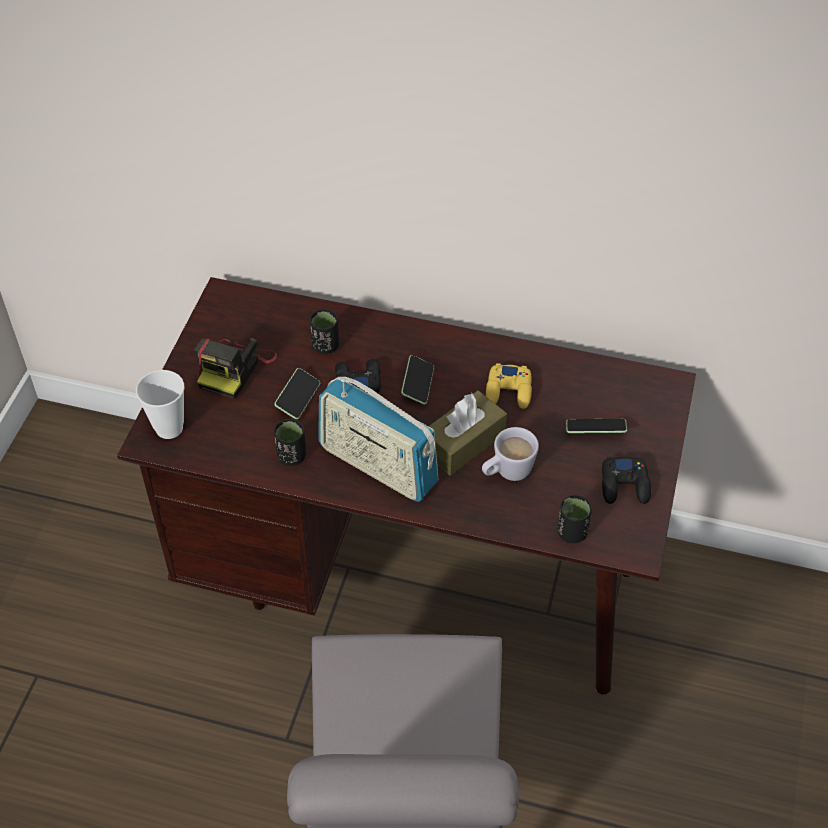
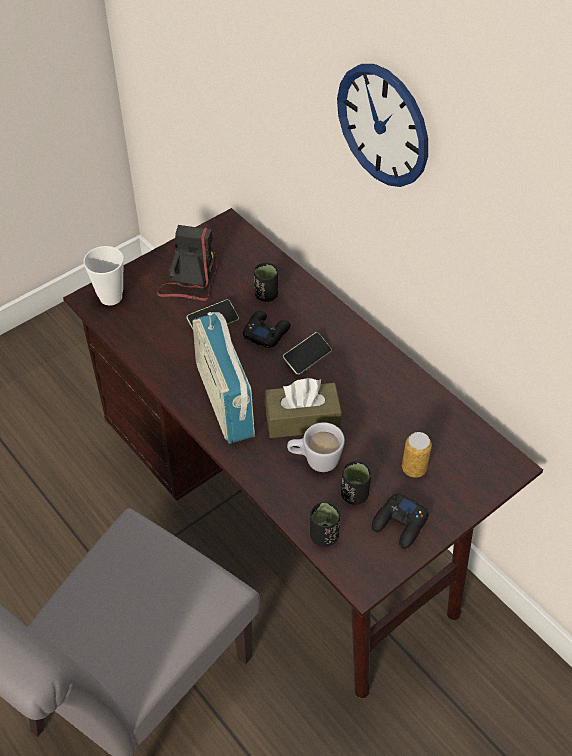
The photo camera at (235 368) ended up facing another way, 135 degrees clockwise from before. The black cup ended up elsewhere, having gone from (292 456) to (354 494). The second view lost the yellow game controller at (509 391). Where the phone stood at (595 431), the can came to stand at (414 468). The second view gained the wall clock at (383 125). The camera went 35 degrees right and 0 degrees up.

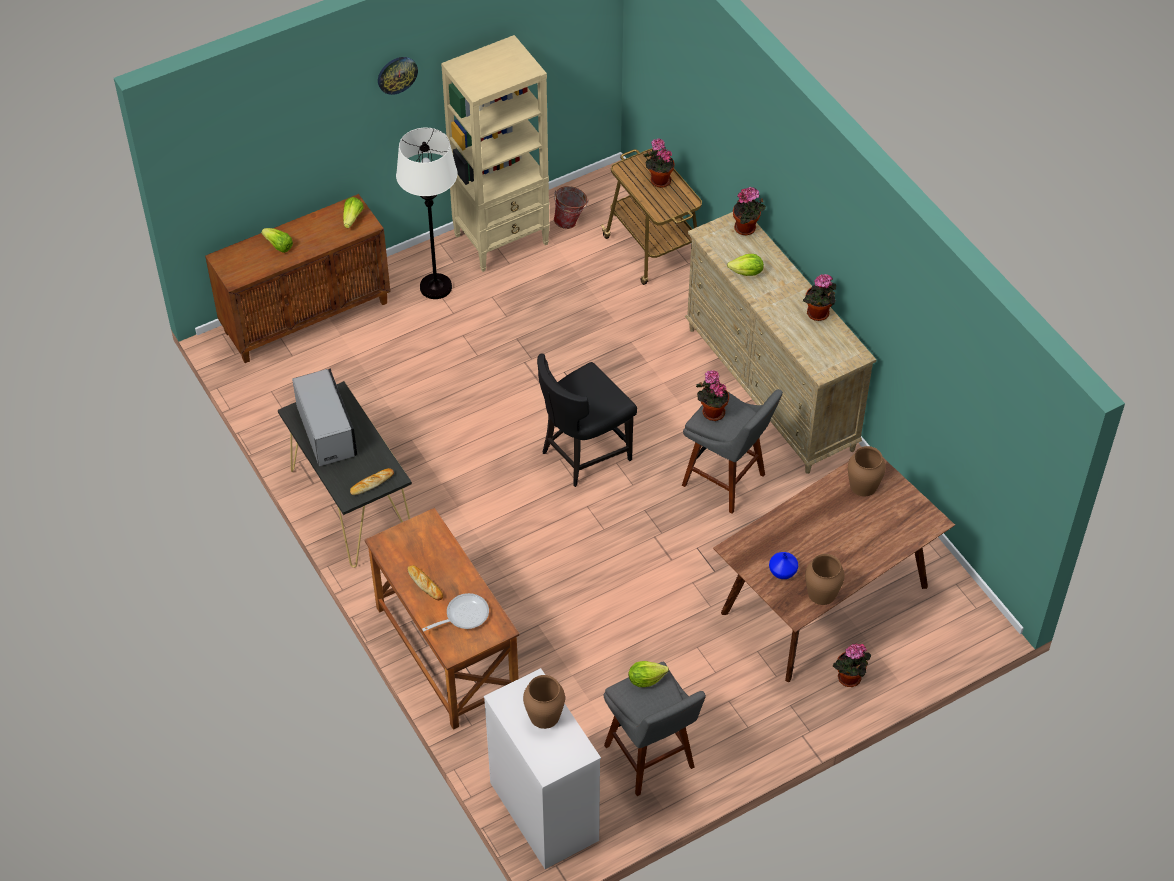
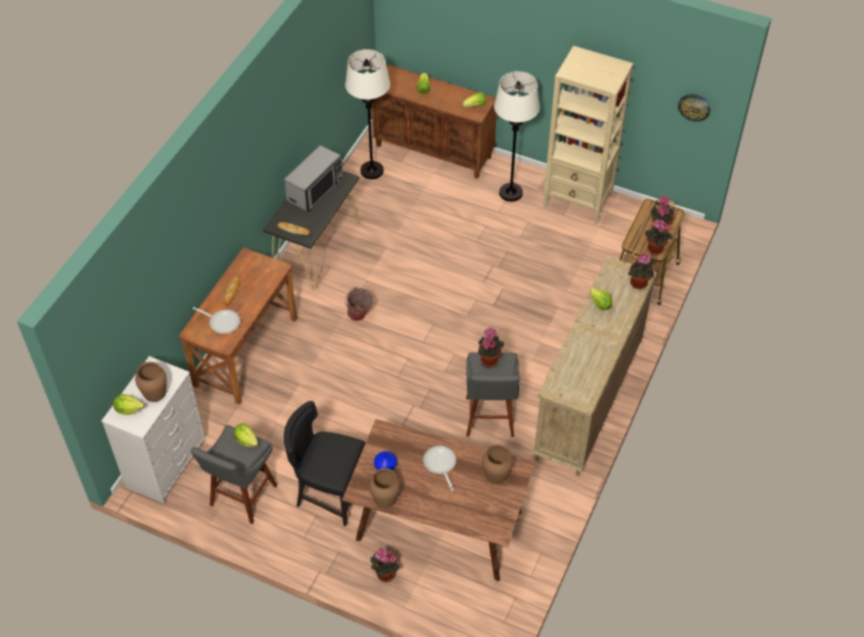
The wall clock ended up elsewhere, having gone from (397 74) to (694 107). The black chair ended up elsewhere, having gone from (583 454) to (329 494). The bucket ended up elsewhere, having gone from (571 222) to (360 317). The potted plant ended up elsewhere, having gone from (818 315) to (654 250). The second view gained the lettuce at (128 409). The second view gained the white floor lamp at (372 170). The second view gained the frying pan at (440 465). The camera went 55 degrees right and 0 degrees up.

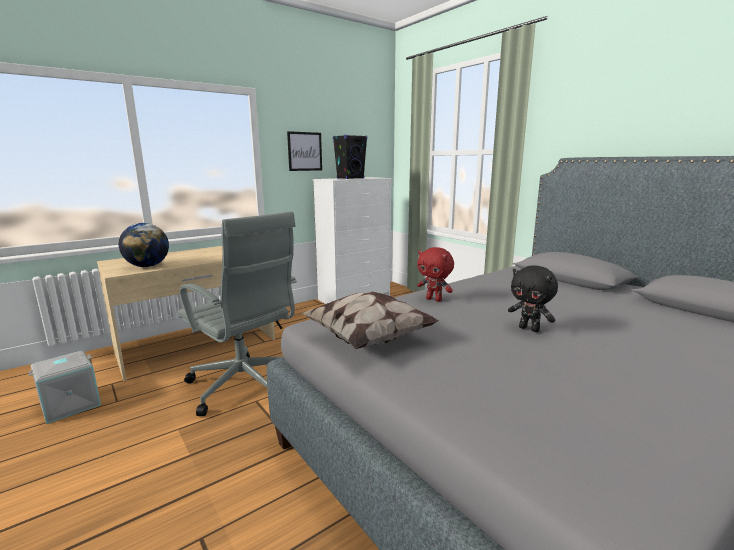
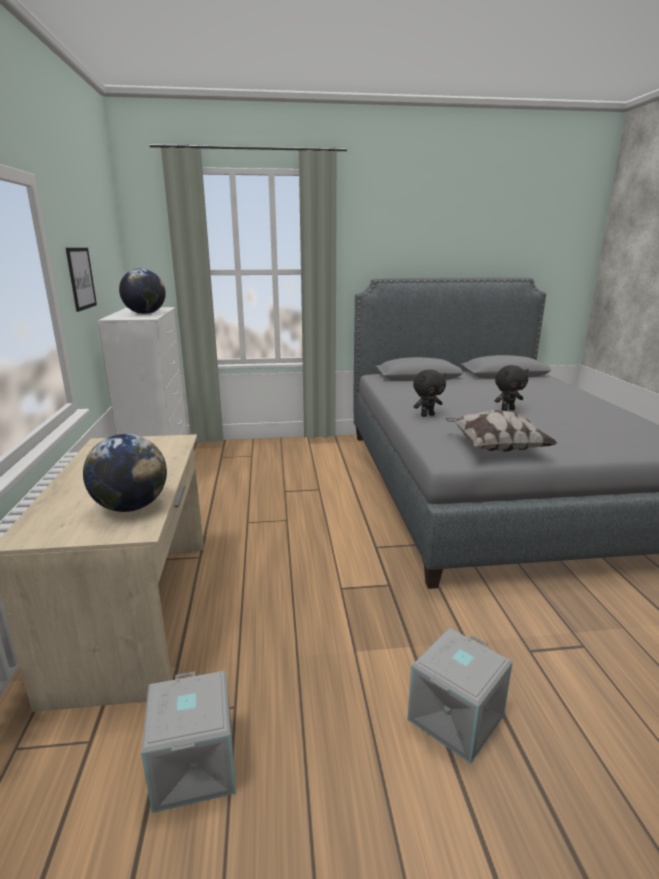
The second view lost the grey office chair at (245 386). Where the black speaker stood at (350 178), the globe came to stand at (145 313). What was the red plush toy at (434 299) turned into the black plush toy at (427 415). The second view gained the grey storage box at (457 718). The camera went 60 degrees left and 5 degrees up.

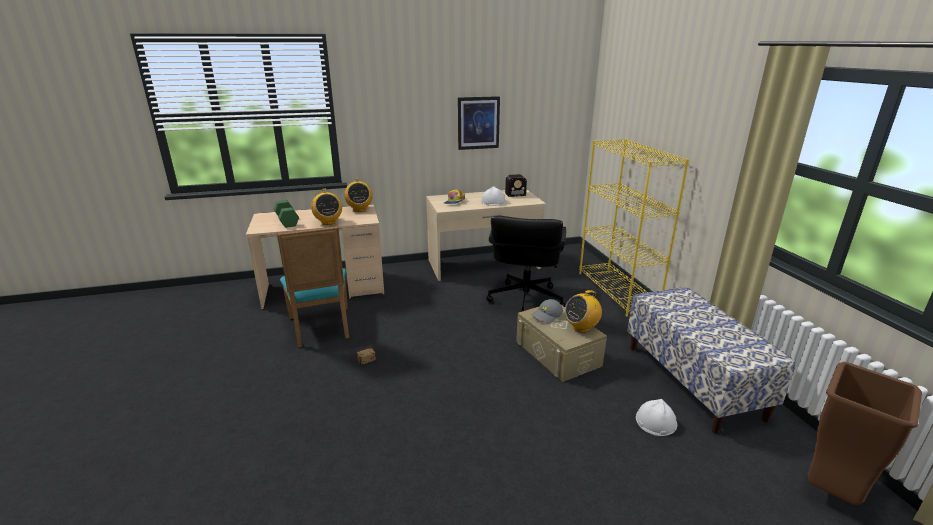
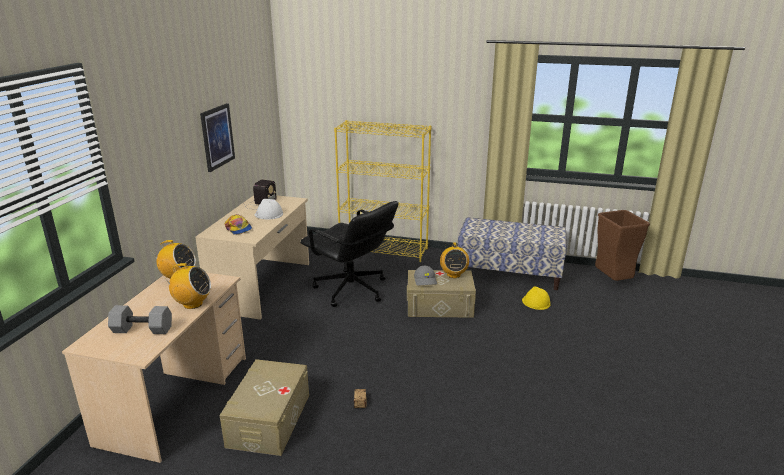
What was the green dumbbell at (286 221) turned into the grey dumbbell at (141 330). Where the turquoise chair stood at (321 329), the beige storage box came to stand at (269 420). What was the white hard hat at (655 421) turned into the yellow hard hat at (536 302). The camera went 60 degrees left and 0 degrees up.

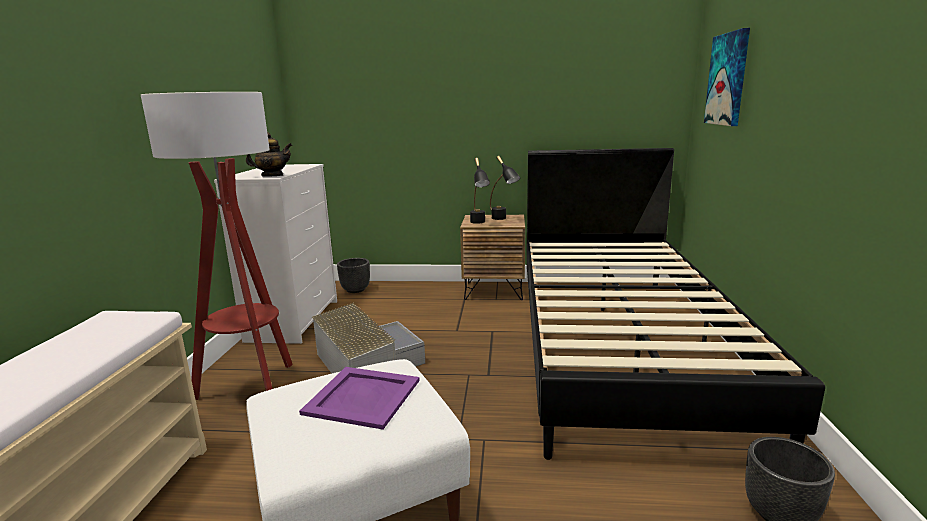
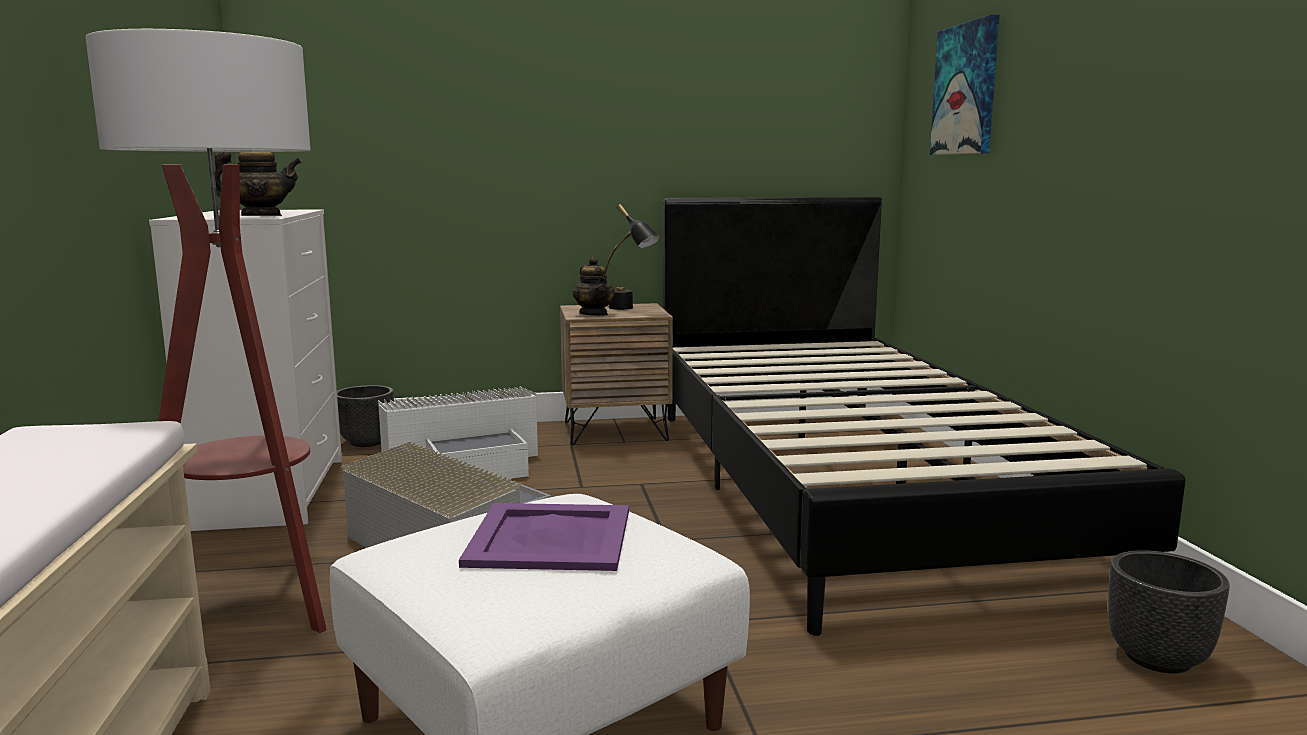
Where the black table lamp stood at (479 223), the teapot came to stand at (594 314). The second view gained the white storage box at (467 461). The camera went 15 degrees left and 5 degrees down.

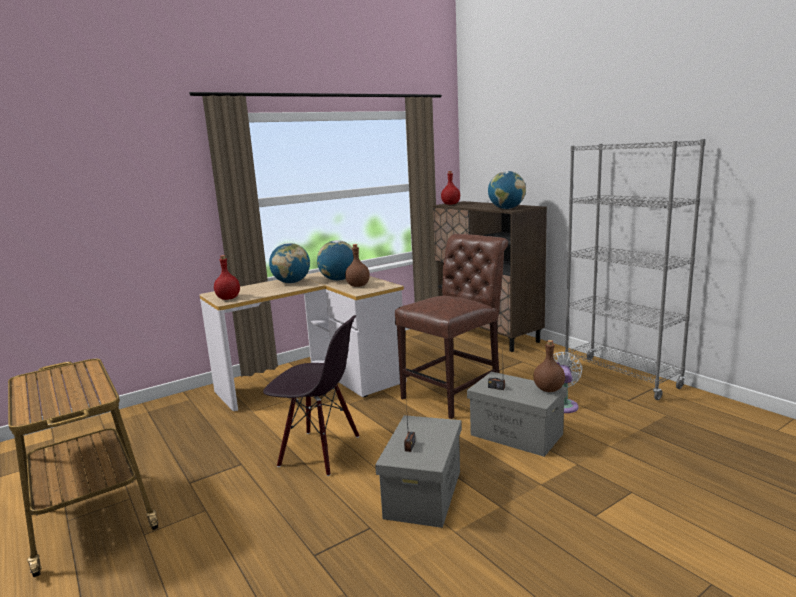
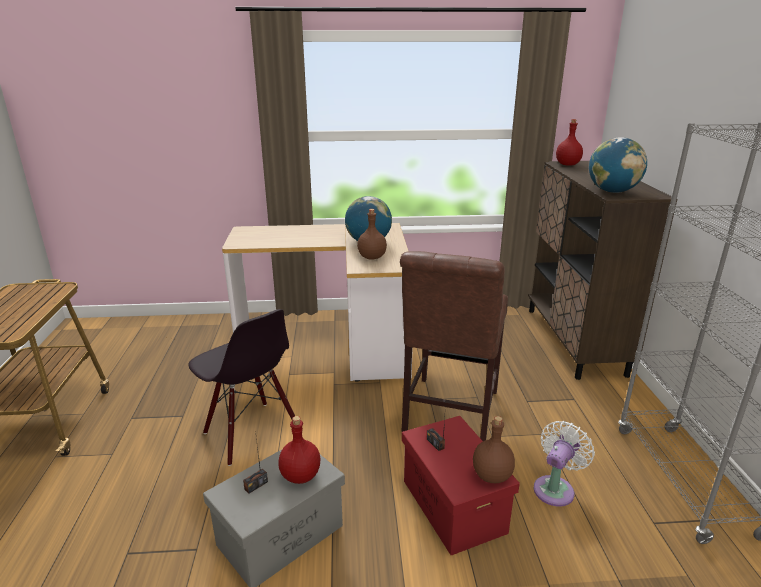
The red bottle ended up elsewhere, having gone from (228 298) to (301 475). The second view lost the globe at (291 282). The brown chair at (455 393) ended up facing another way, 120 degrees clockwise from before. What was the grey storage box at (517 434) turned into the red storage box at (454 506). The camera went 30 degrees right and 10 degrees up.

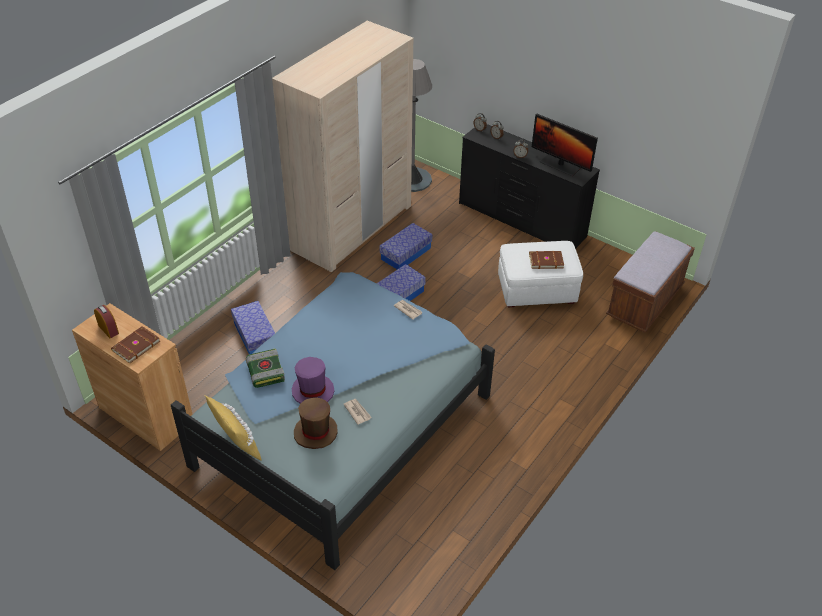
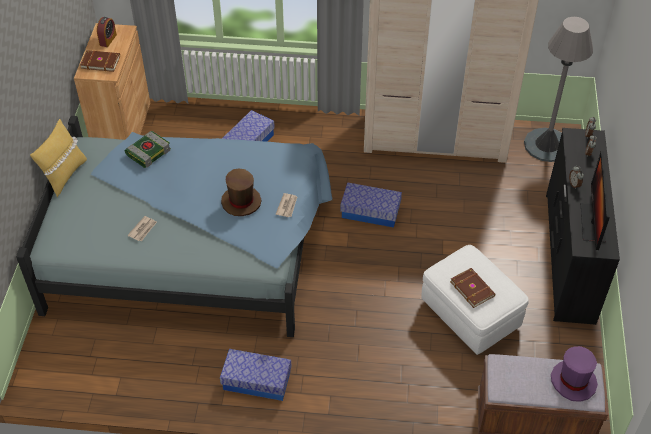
The purple hat ended up elsewhere, having gone from (312 391) to (573 381). The brown hat ended up elsewhere, having gone from (315 432) to (241 202). The storage box ended up elsewhere, having gone from (406 254) to (256 381). The camera went 60 degrees right and 5 degrees up.

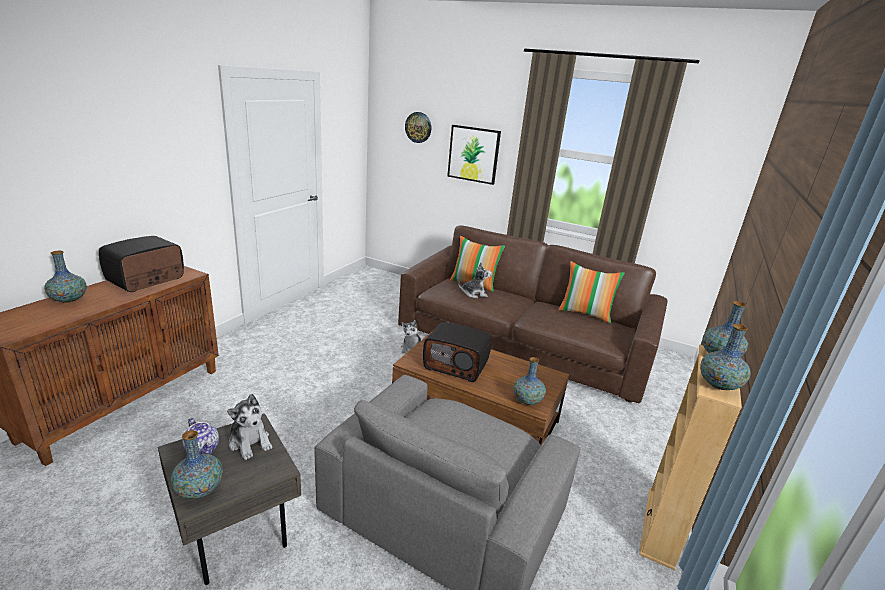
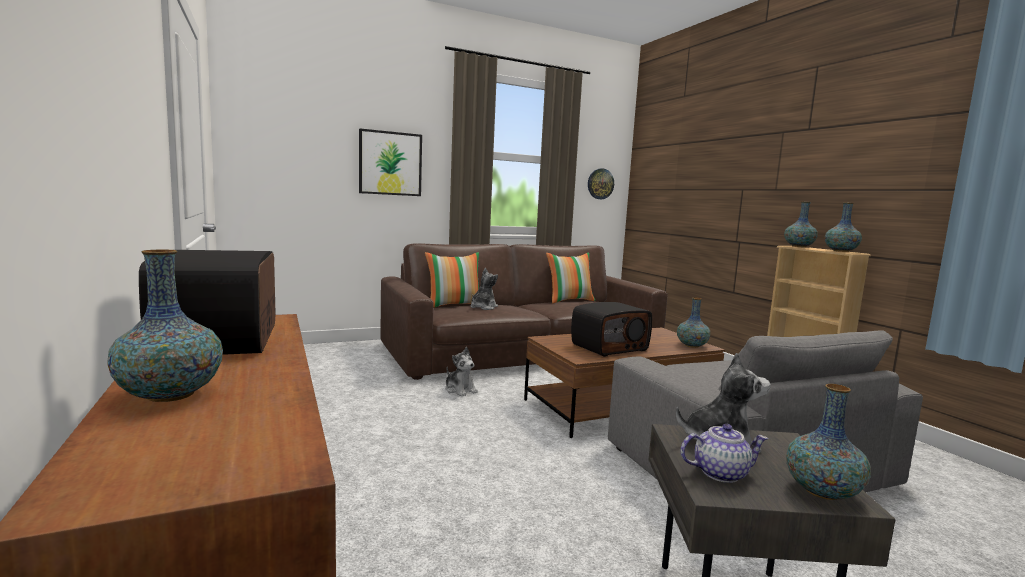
The wall clock ended up elsewhere, having gone from (418 127) to (600 184). The camera went 50 degrees left and 15 degrees down.

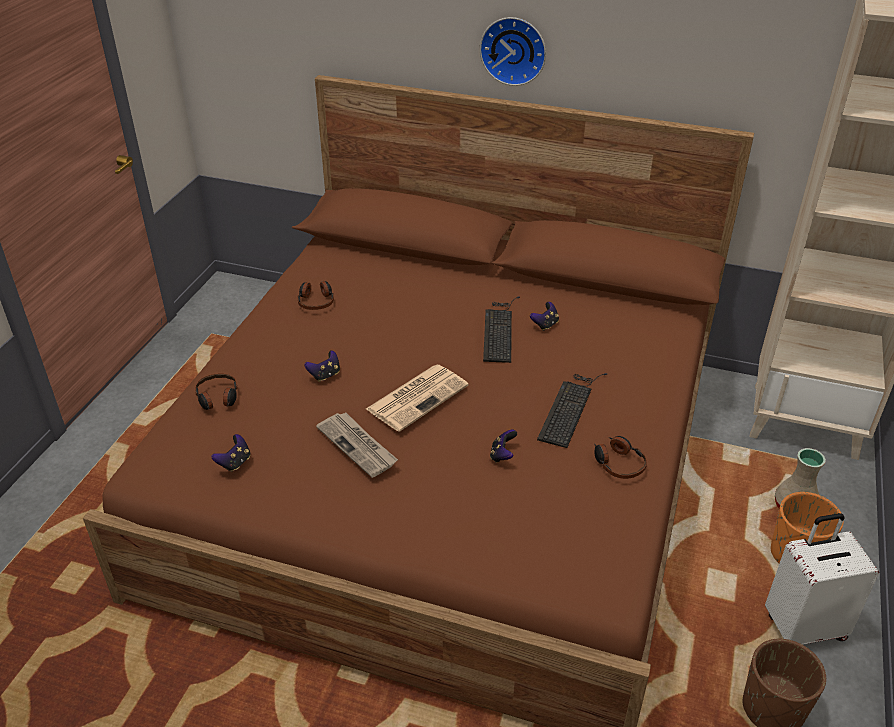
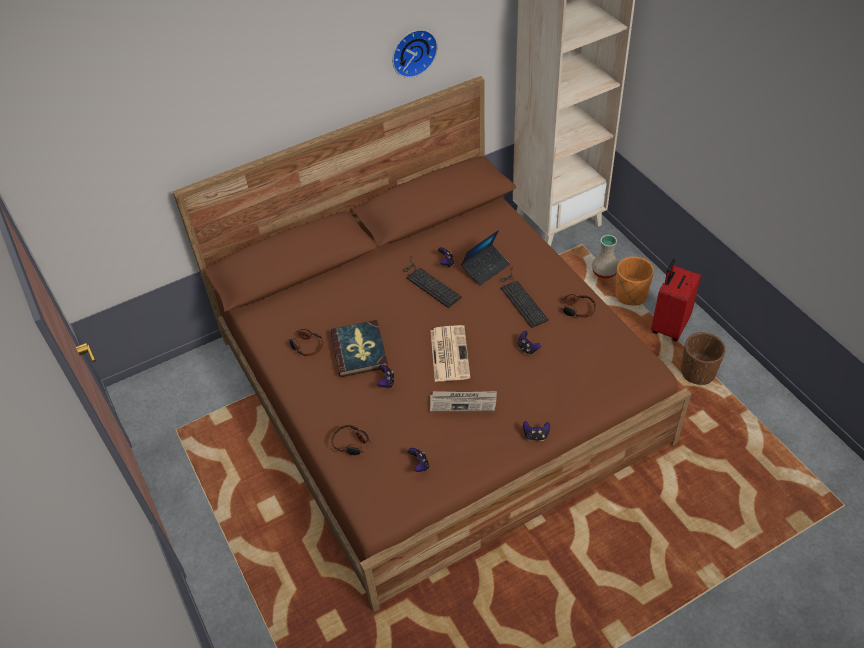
The wall clock ended up elsewhere, having gone from (514 50) to (412 51). What was the white suitcase at (803 626) turned into the red suitcase at (669 326). The second view gained the book at (359 350). The second view gained the laptop at (485 268). The second view gained the game controller at (536 435). The camera went 45 degrees left and 10 degrees up.

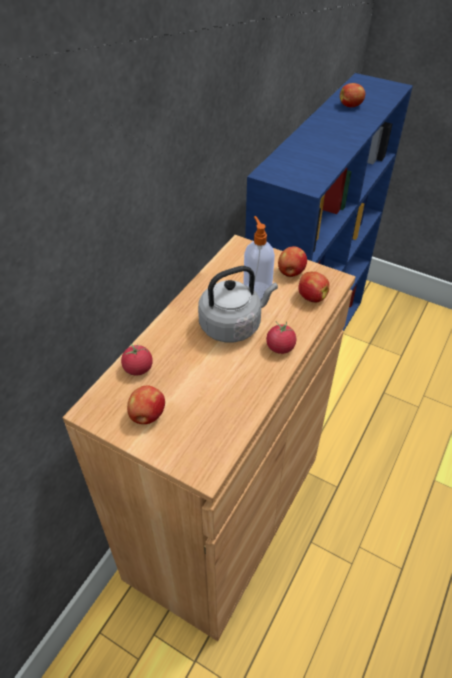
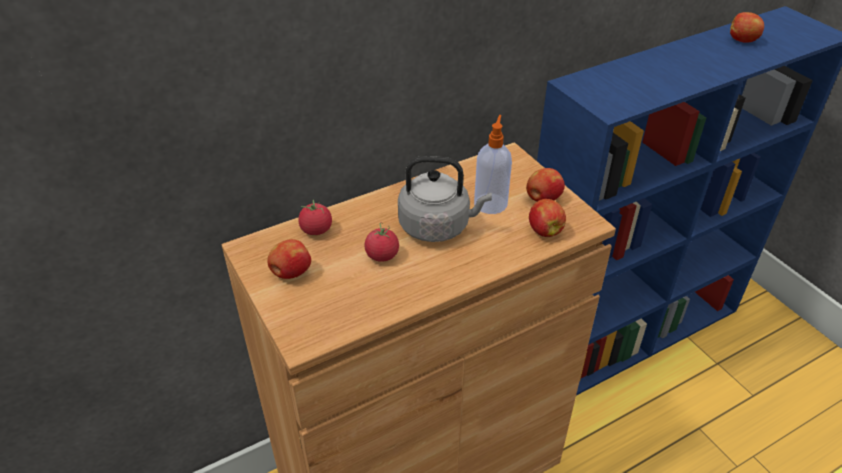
The tomato ended up elsewhere, having gone from (280 347) to (382 255). The camera went 30 degrees right and 5 degrees down.

